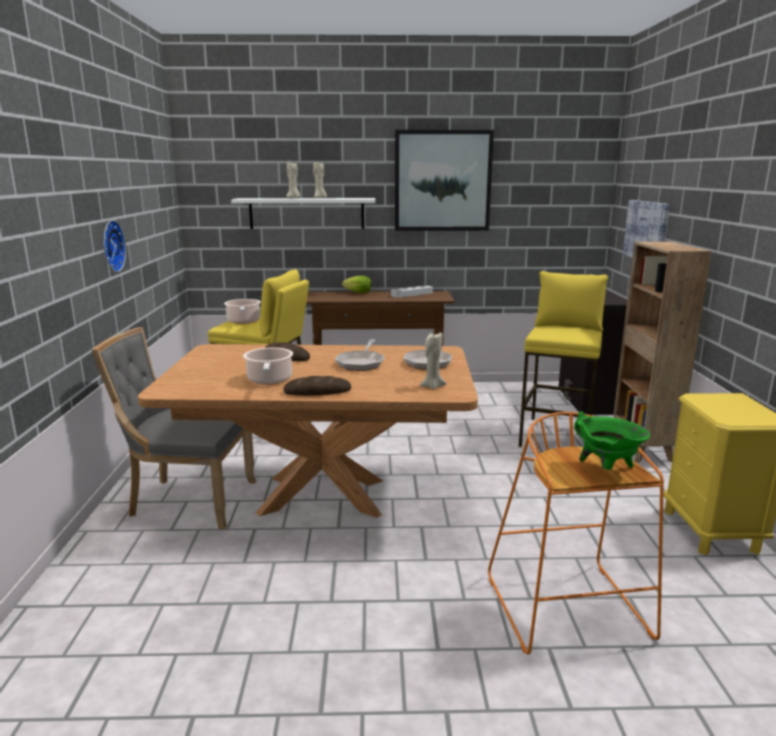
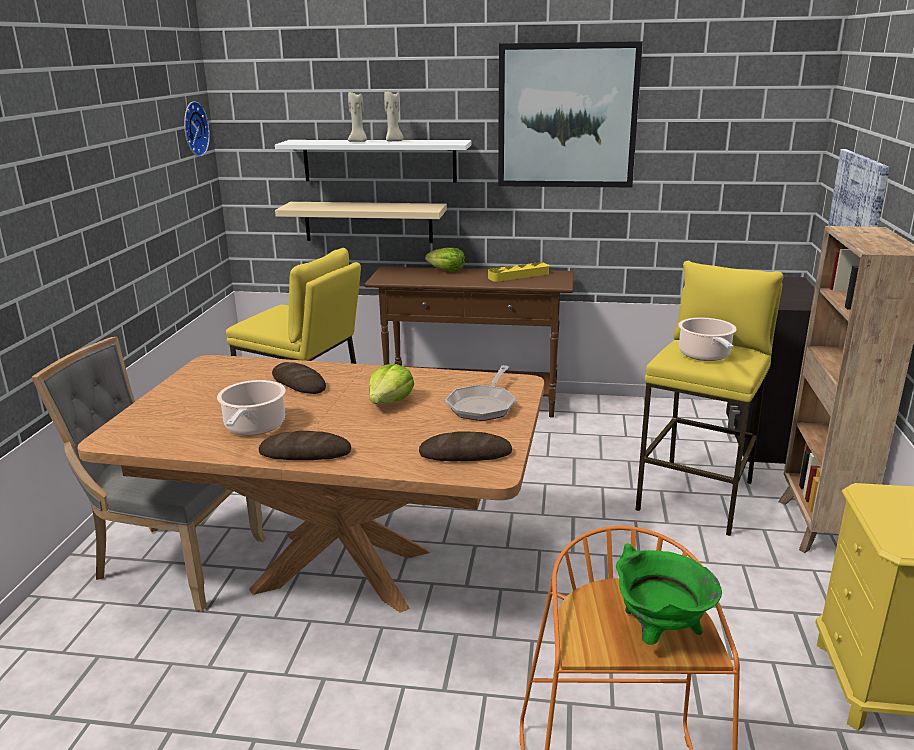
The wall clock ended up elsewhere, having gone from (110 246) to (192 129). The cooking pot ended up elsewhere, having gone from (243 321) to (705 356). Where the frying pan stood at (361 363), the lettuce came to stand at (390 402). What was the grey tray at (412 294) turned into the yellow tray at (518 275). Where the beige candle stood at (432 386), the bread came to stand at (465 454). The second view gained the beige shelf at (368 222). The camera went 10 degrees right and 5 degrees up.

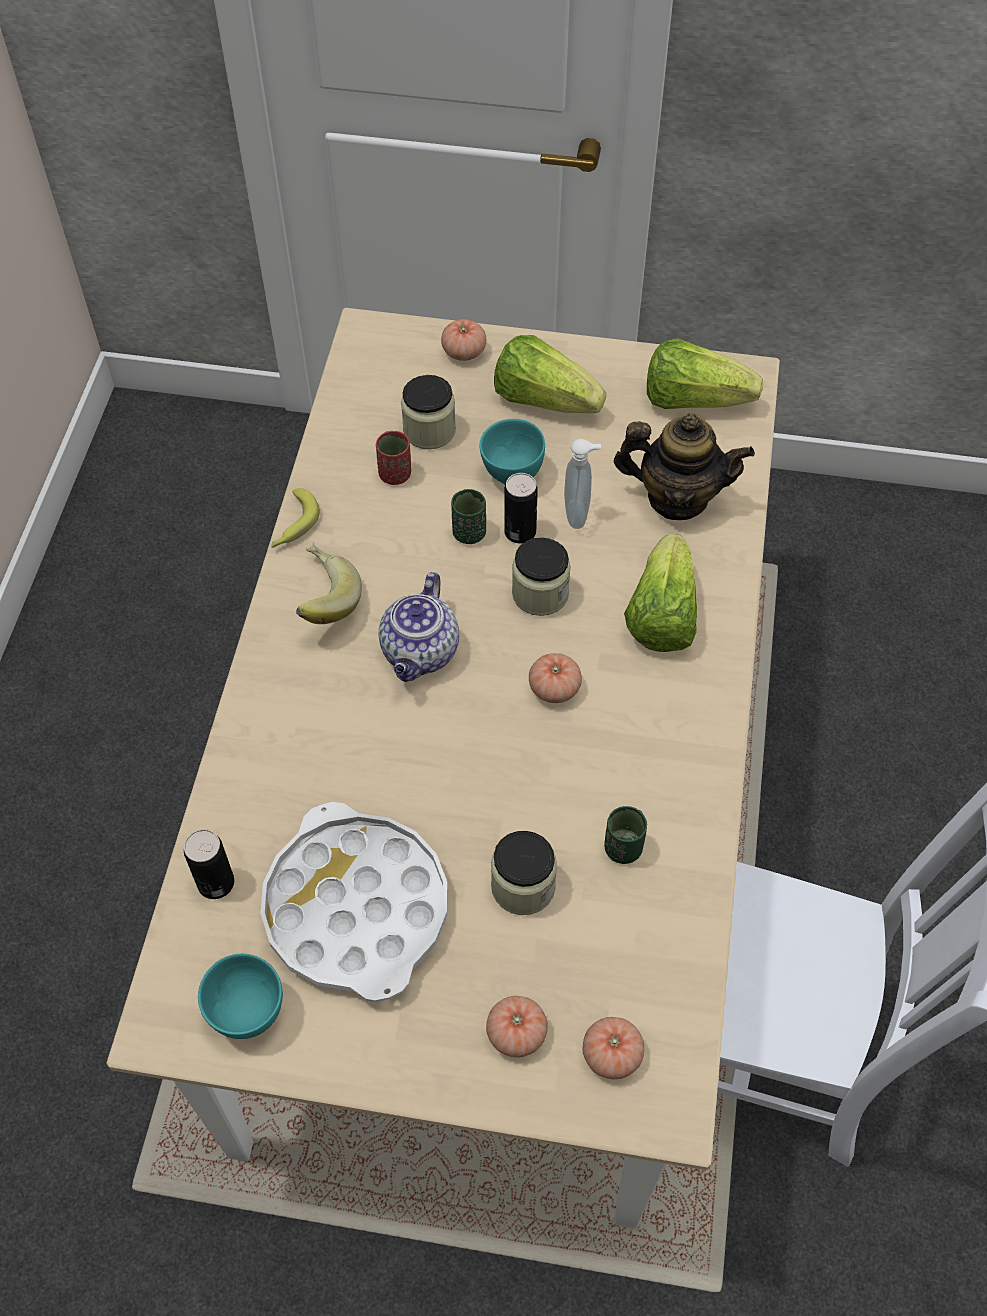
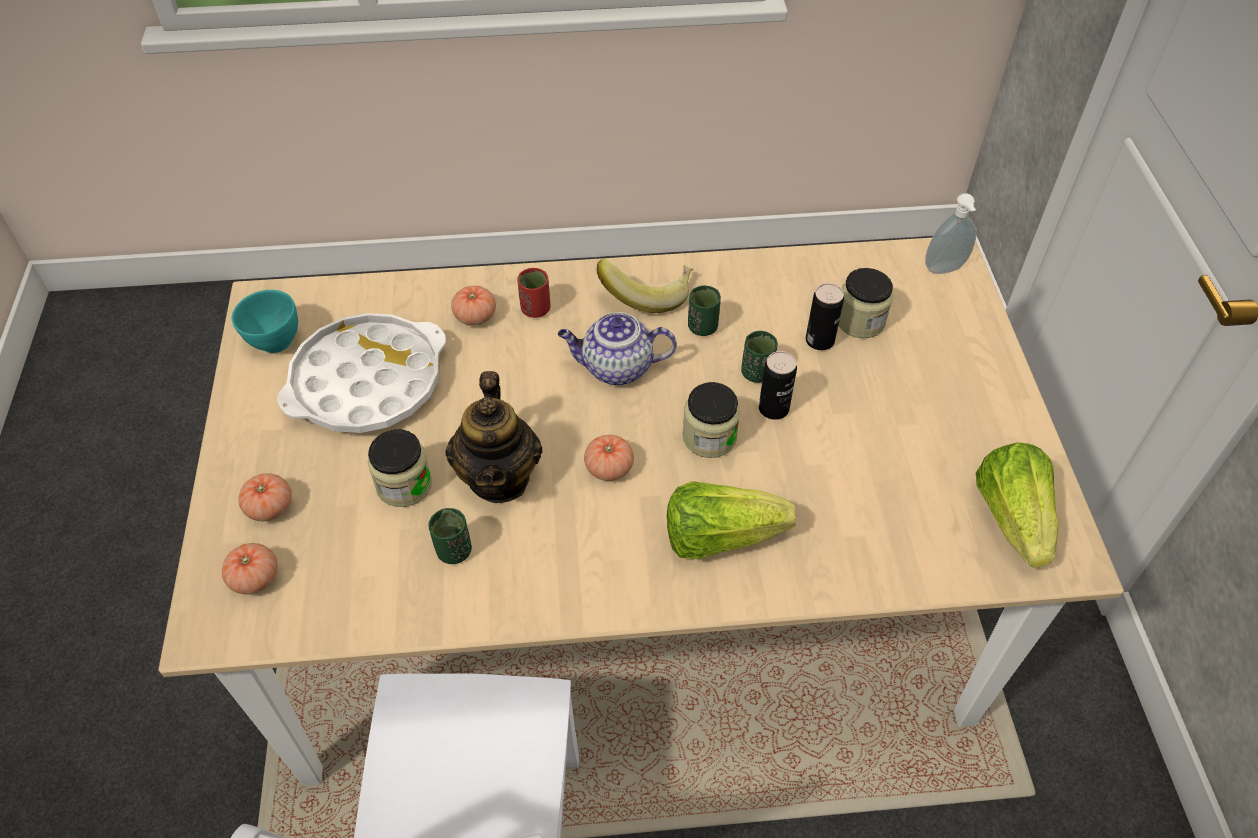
The can ended up elsewhere, having gone from (216 883) to (819 340). The second view lost the banana at (292 525). The red cup ended up elsewhere, having gone from (395 474) to (535 309). The tomato ended up elsewhere, having gone from (464 351) to (475 316). The second view lost the turquoise bowl at (512 474). The second view lost the lettuce at (544 399). The soap dispenser ended up elsewhere, having gone from (579 514) to (945 270). The teapot ended up elsewhere, having gone from (677 498) to (499 477). The second view gained the green cup at (702 327). The camera went 75 degrees right and 5 degrees down.

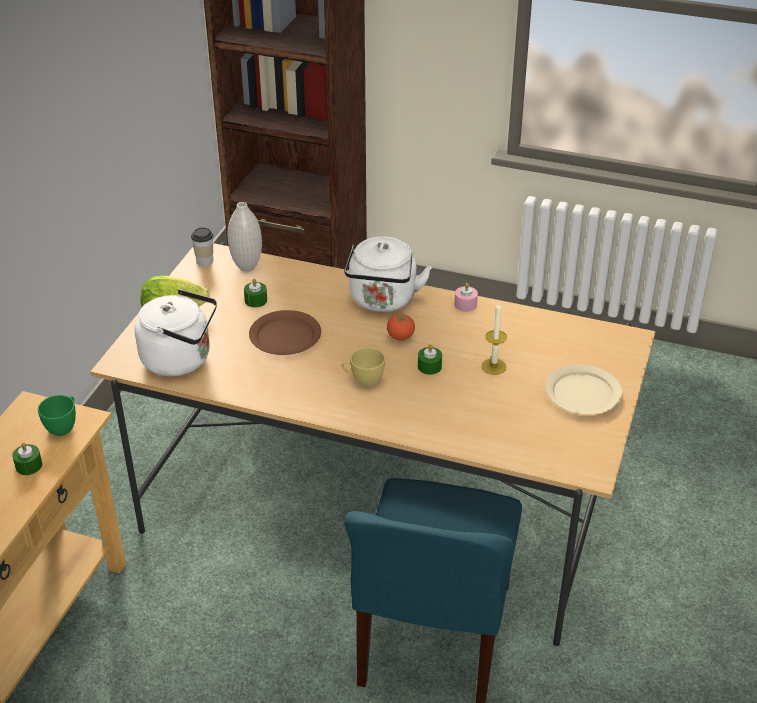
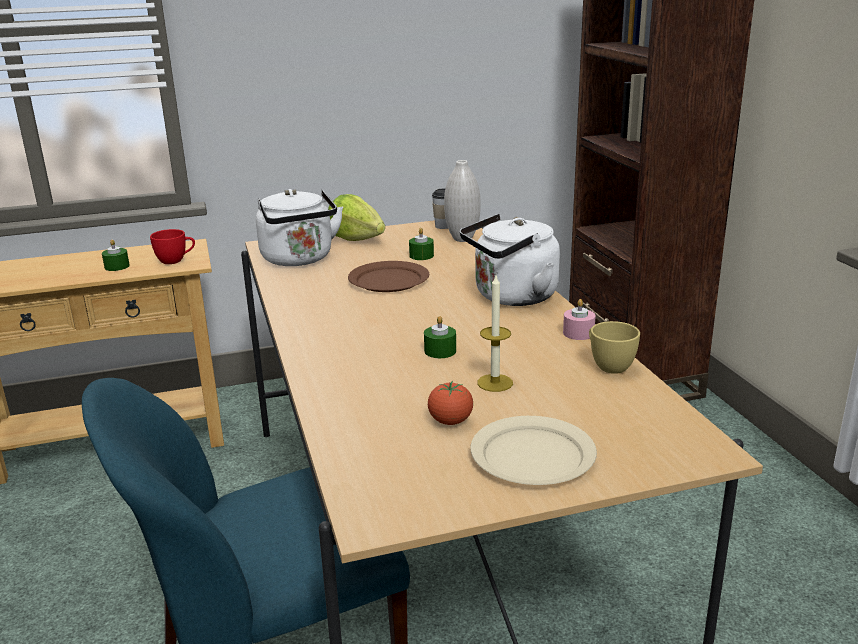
What was the green cup at (63 426) turned into the red cup at (176 260). The yellow cup ended up elsewhere, having gone from (363 380) to (608 365). The tomato ended up elsewhere, having gone from (400 337) to (450 421). The camera went 55 degrees right and 15 degrees down.

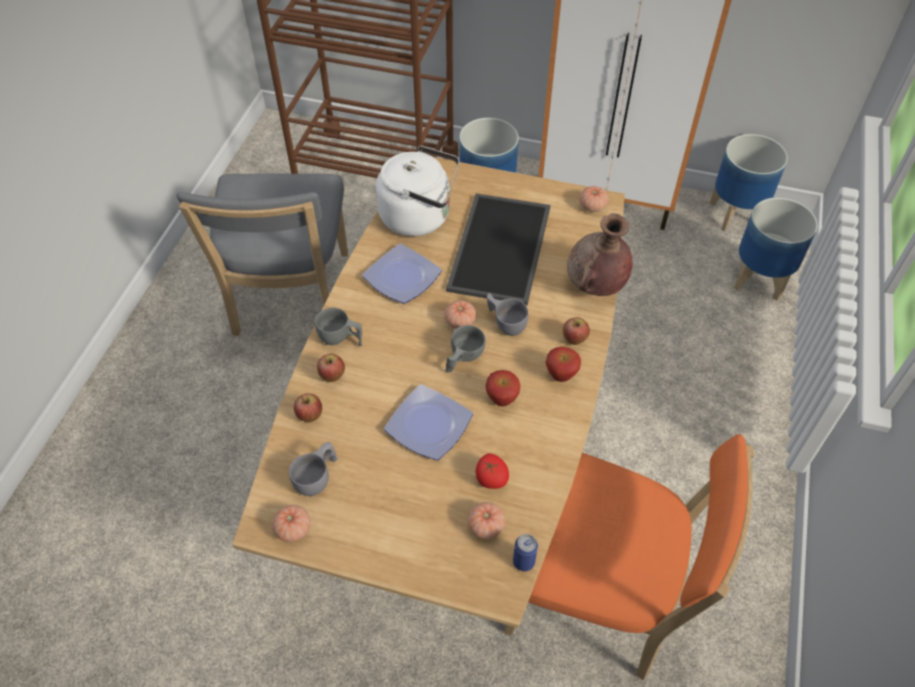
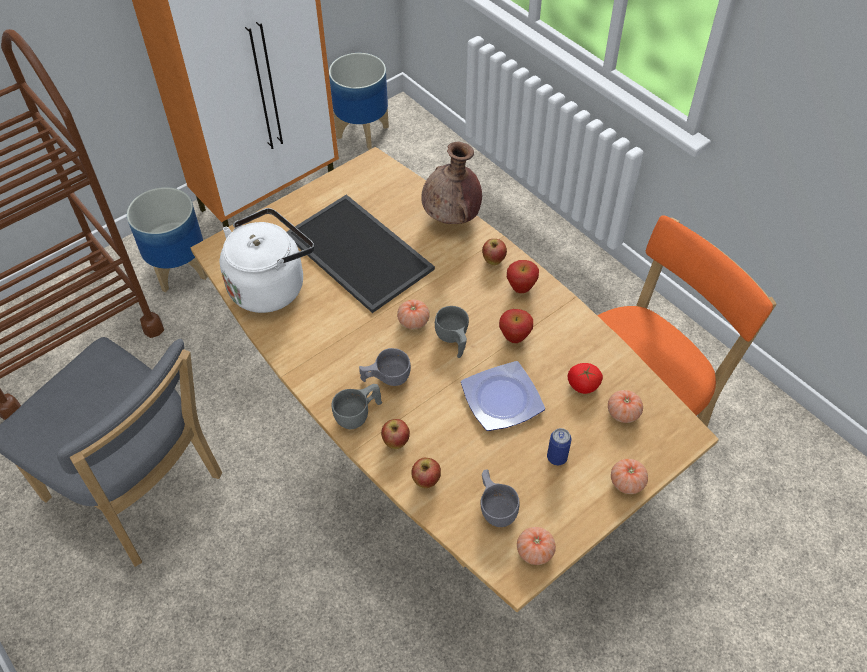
The second view lost the plate at (400 277). The grey cup ended up elsewhere, having gone from (505 323) to (385 378). The can ended up elsewhere, having gone from (523 562) to (557 457). The tomato ended up elsewhere, having gone from (592 206) to (627 482). The second view lost the planter at (759 278). The camera went 55 degrees left and 0 degrees up.

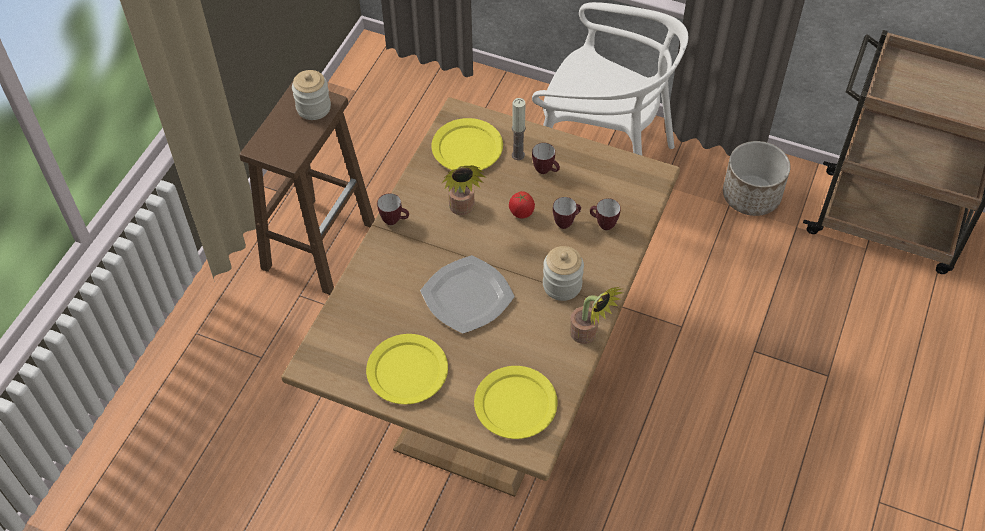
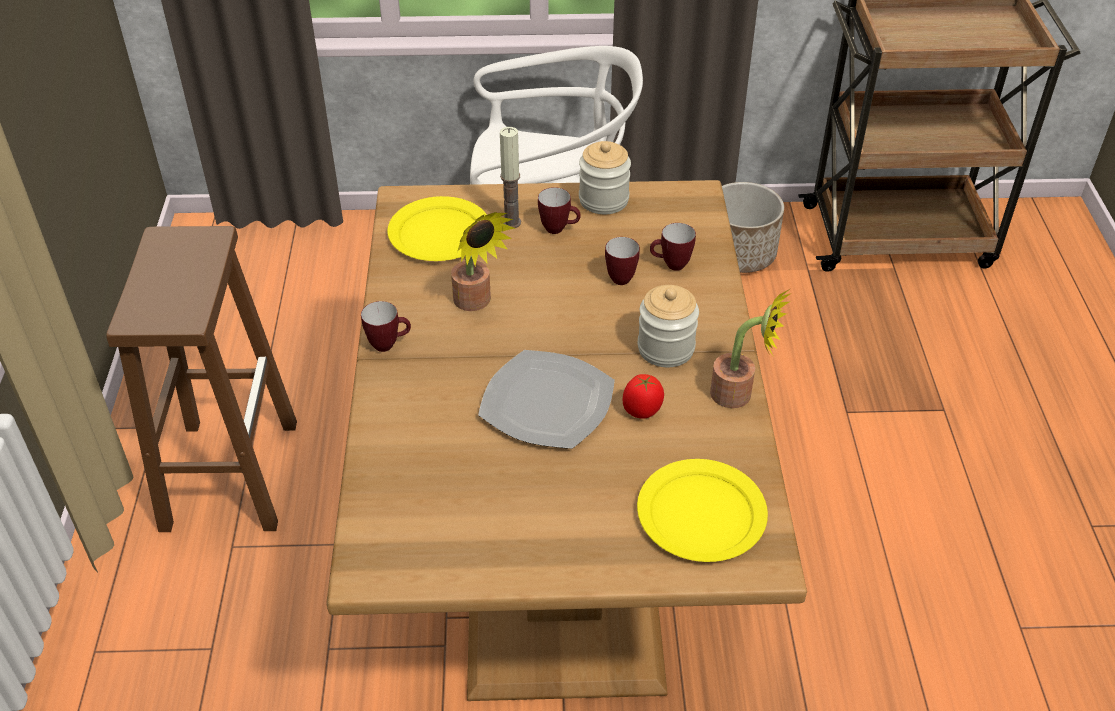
The jar ended up elsewhere, having gone from (313 108) to (603 200). The second view lost the yellow plate at (407 370). The tomato ended up elsewhere, having gone from (521 213) to (642 411). The camera went 25 degrees left and 10 degrees down.

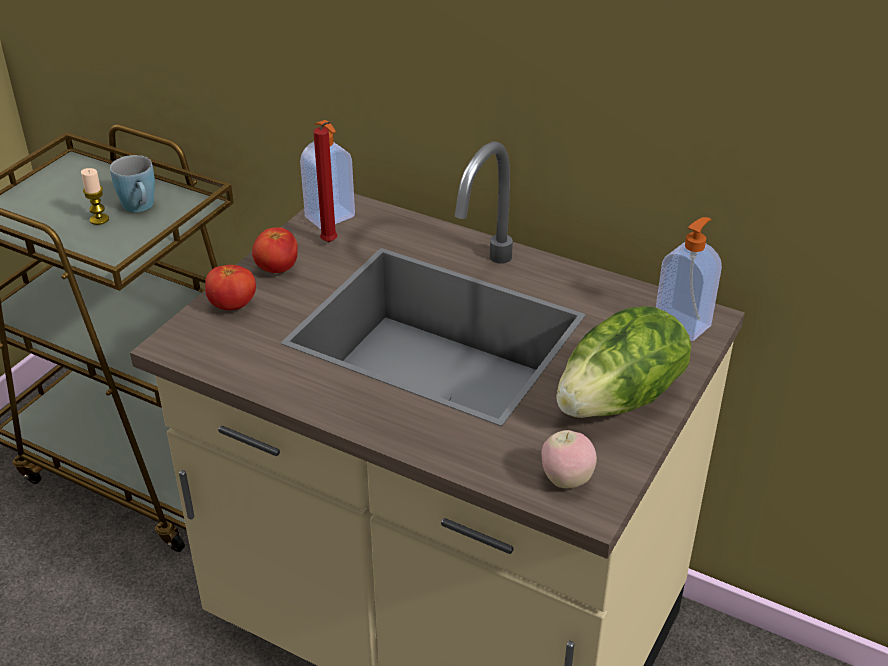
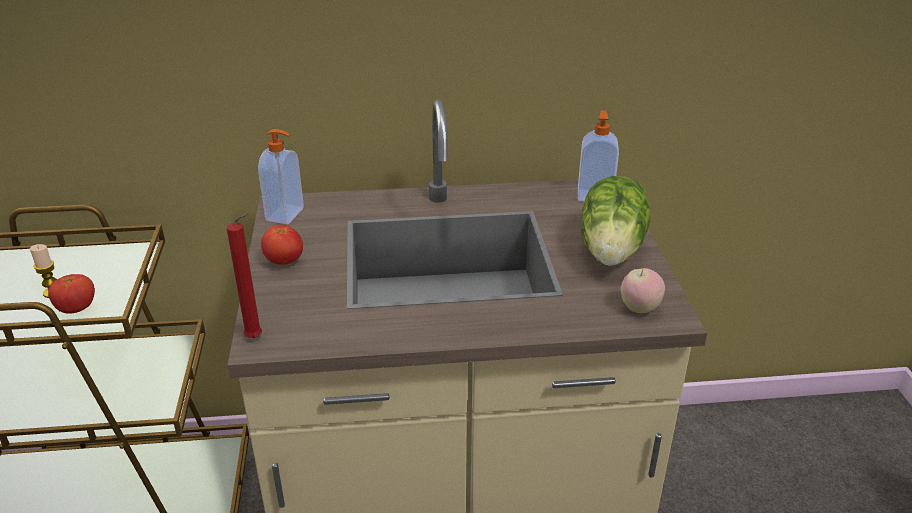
The second view lost the blue mug at (141 208). The tomato ended up elsewhere, having gone from (233 306) to (77 309). The red candle ended up elsewhere, having gone from (331 243) to (257 338). The camera went 35 degrees left and 5 degrees down.

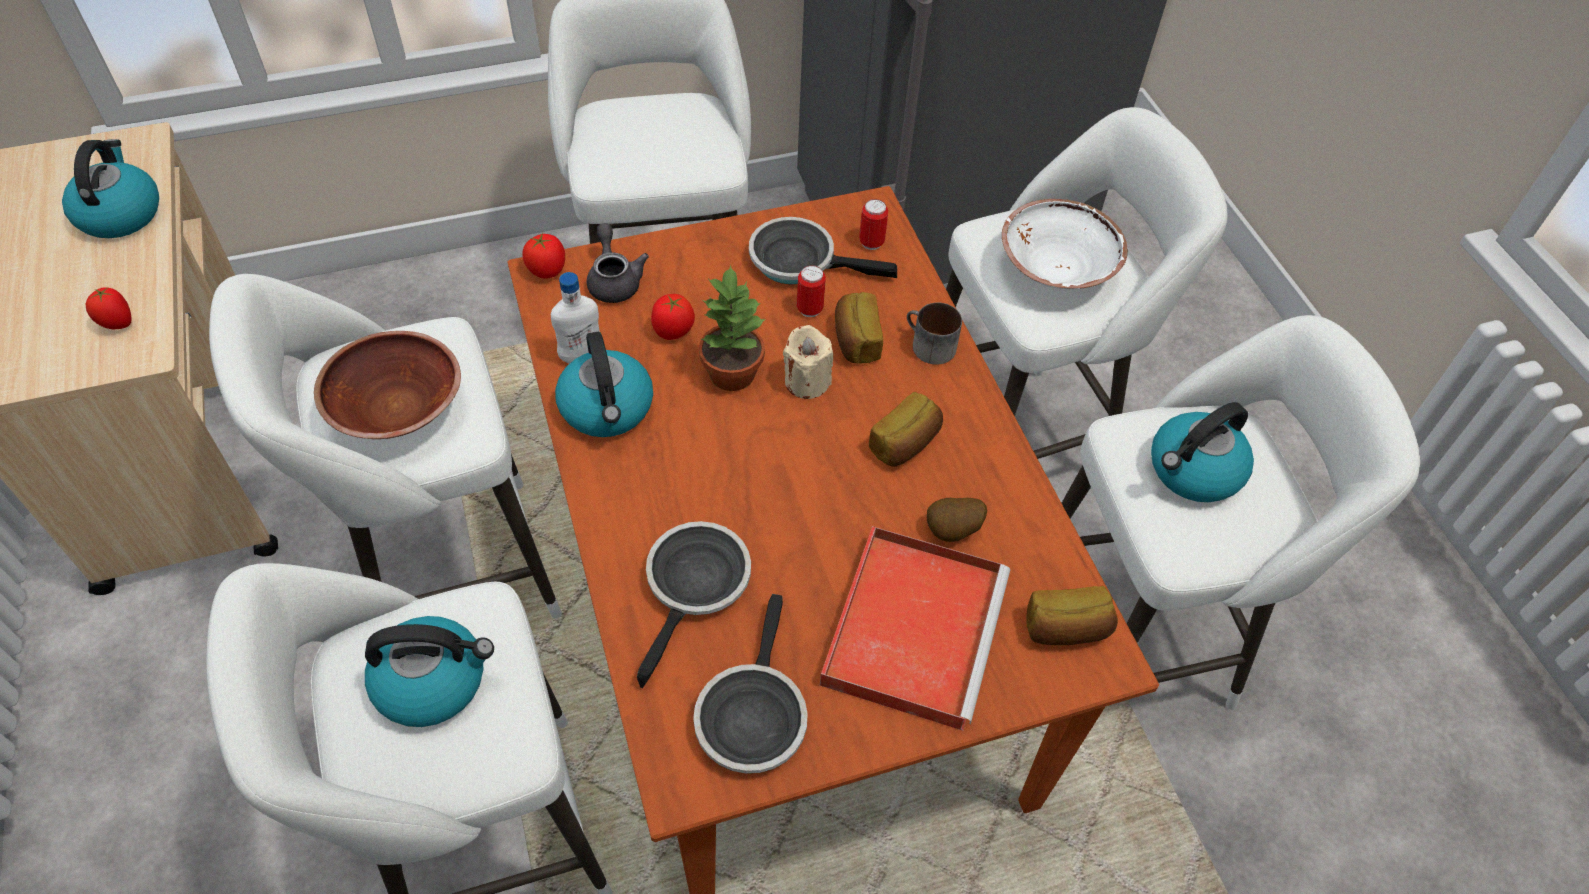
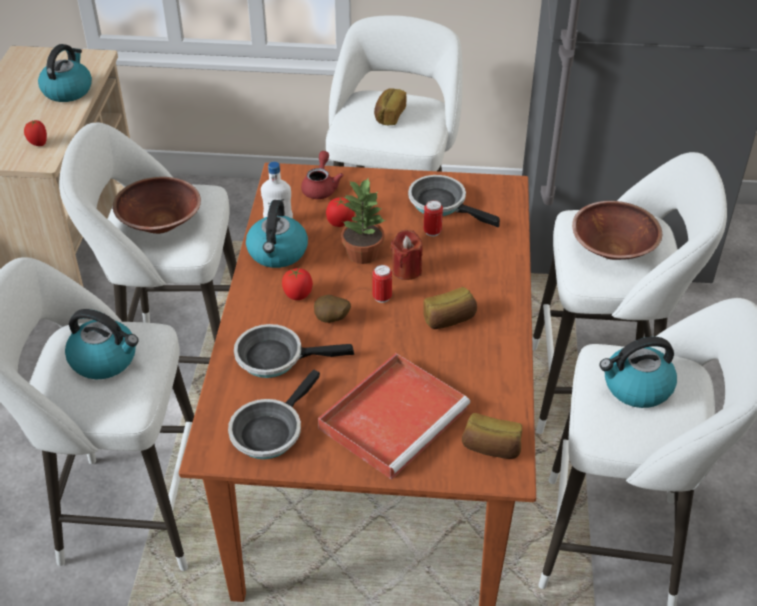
The tomato ended up elsewhere, having gone from (547 270) to (298 295). What was the grey teapot at (614 280) turned into the red teapot at (321 187). The frying pan at (696 587) ended up facing another way, 135 degrees counterclockwise from before. What was the beige candle at (806 381) turned into the red candle at (406 270). The bread ended up elsewhere, having gone from (855 340) to (389 115). The can ended up elsewhere, having gone from (871 243) to (382 297). The second view lost the mug at (928 346). The potato ended up elsewhere, having gone from (953 532) to (332 320). What was the white bowl at (1056 269) turned into the brown bowl at (612 249). The camera went 25 degrees right and 10 degrees down.

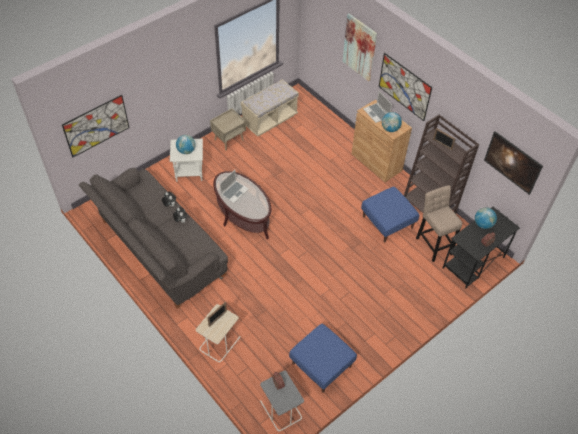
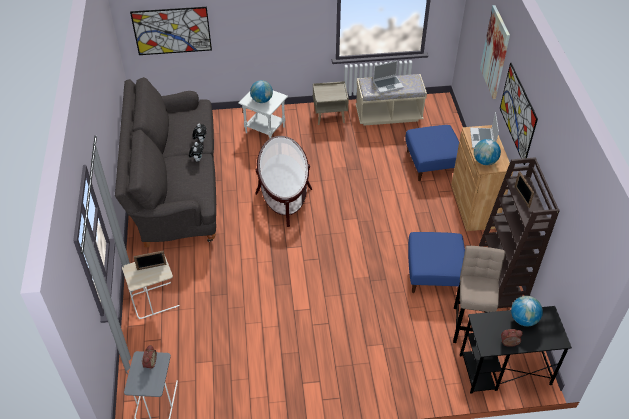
The laptop ended up elsewhere, having gone from (234 192) to (388 84). The blue ottoman ended up elsewhere, having gone from (322 365) to (432 163). The second view lost the picture at (509 169). The camera went 35 degrees right and 5 degrees down.

